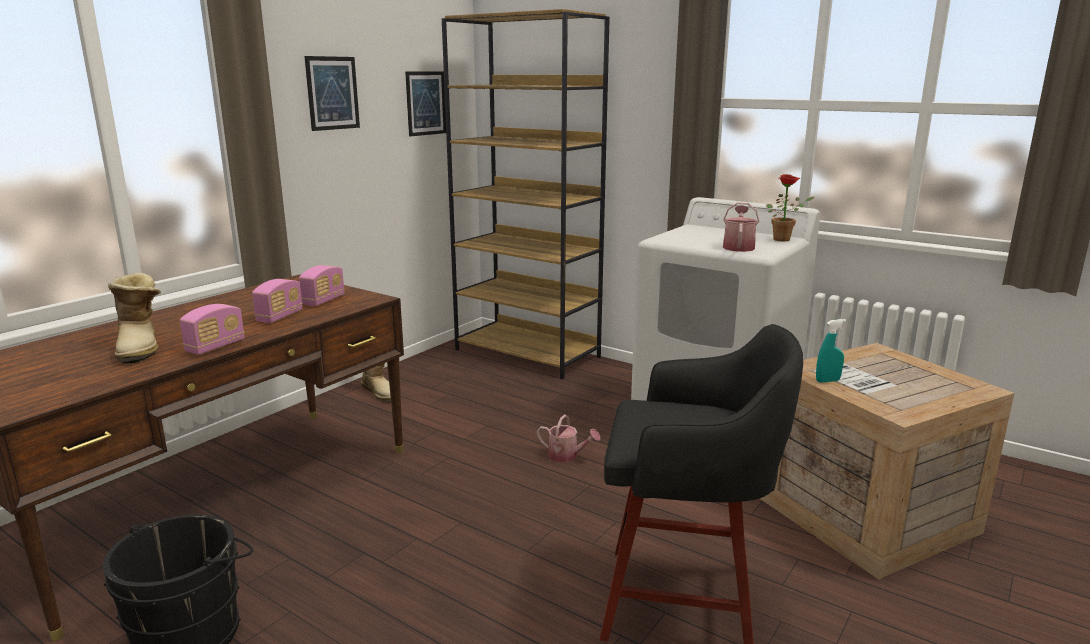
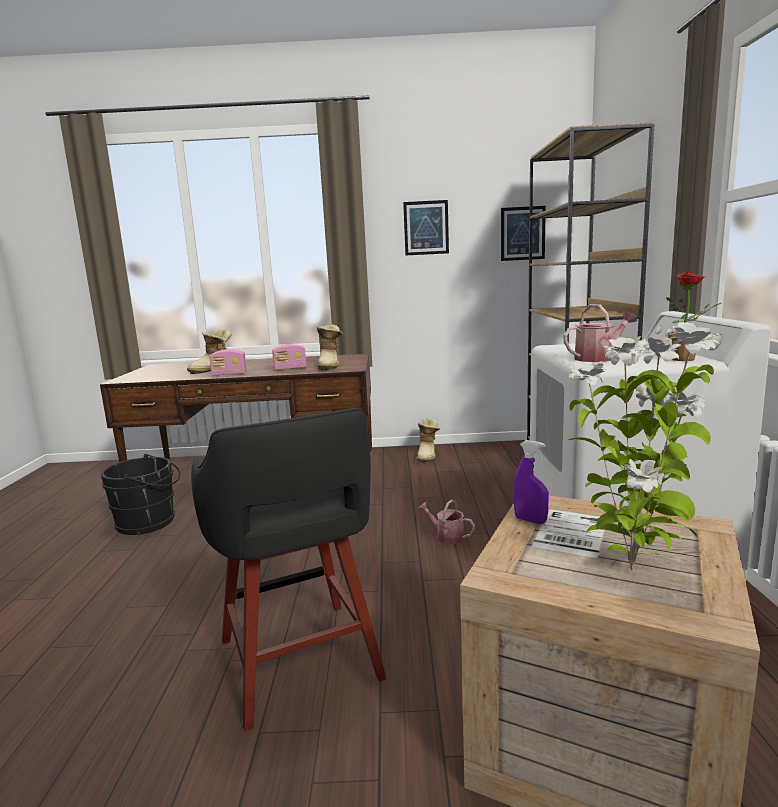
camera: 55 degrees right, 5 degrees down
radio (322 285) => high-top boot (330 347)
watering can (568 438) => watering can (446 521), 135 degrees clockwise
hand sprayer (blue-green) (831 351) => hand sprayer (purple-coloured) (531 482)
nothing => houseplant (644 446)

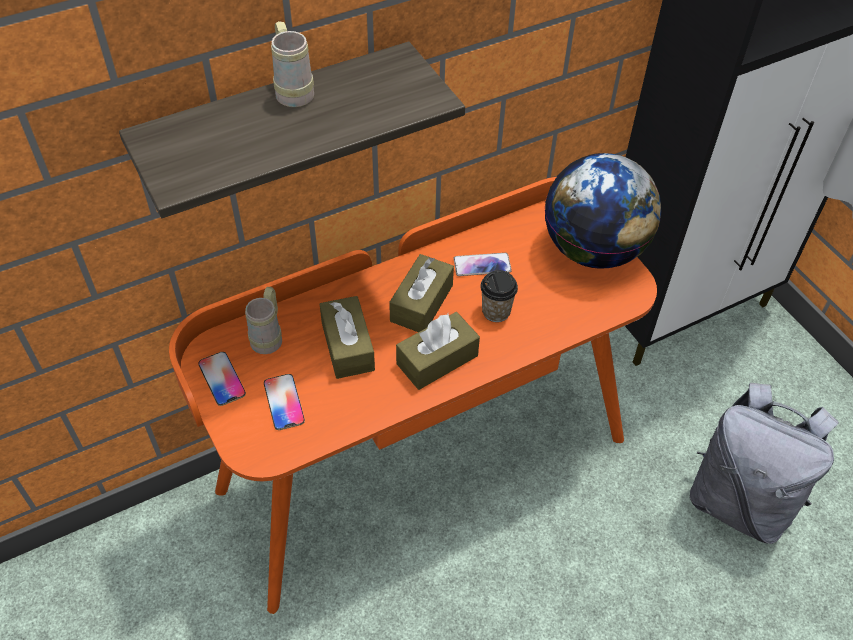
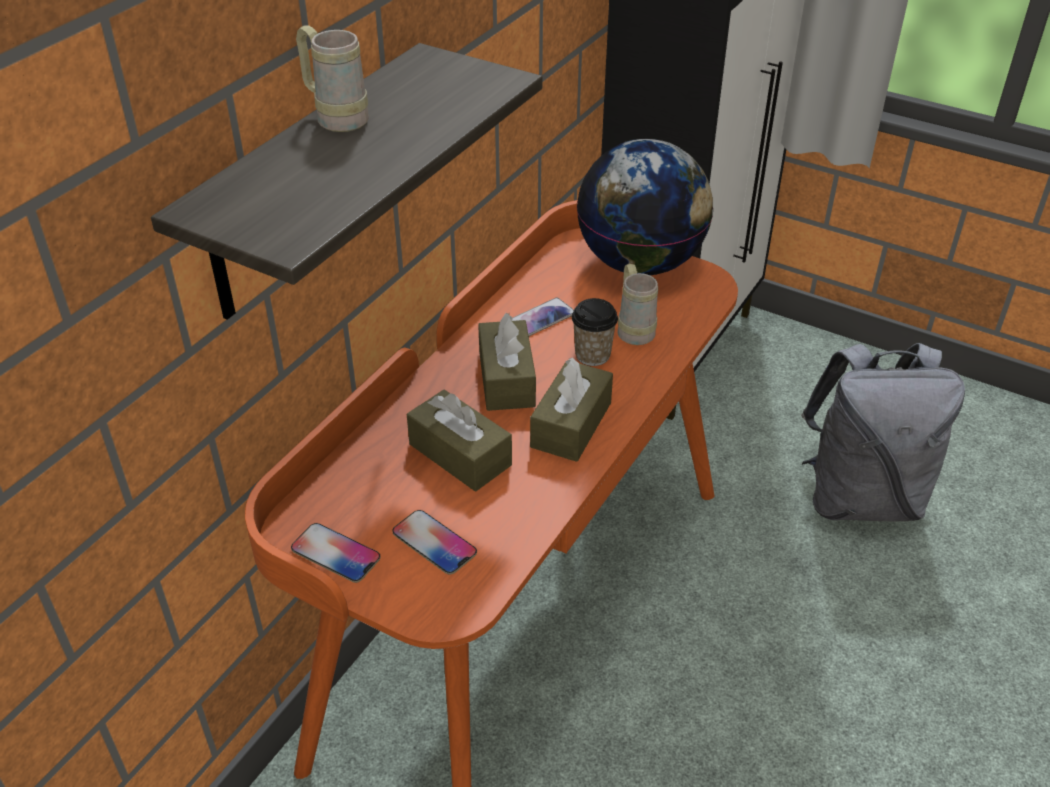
camera: 30 degrees left, 10 degrees down
tea mug (beige) (263 320) => tea mug (beige) (637 304), relocated

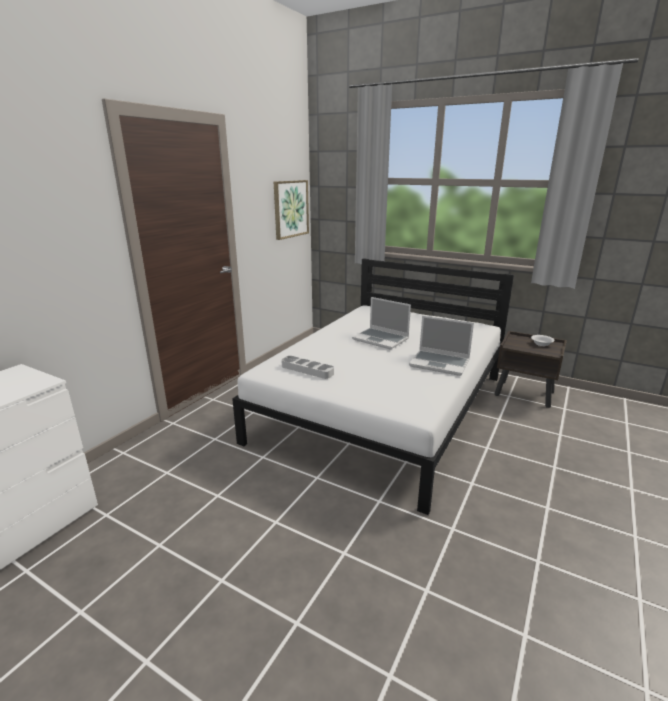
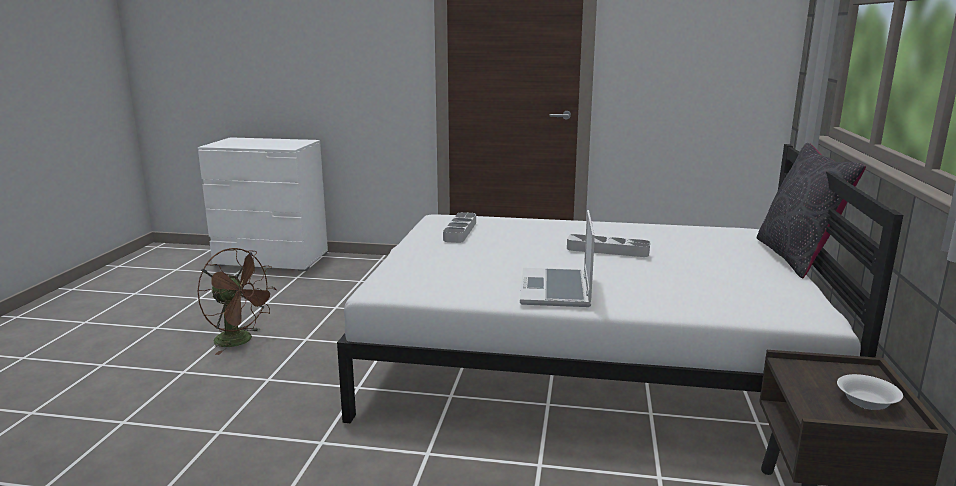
camera: 70 degrees right, 5 degrees down
wall picture (291 210) => nothing
notebook computer (381 323) => tray (greyish) (608 245)
nothing => cooling fan (brown-coloured) (236 301)
nothing => pillow (black) (811 211)

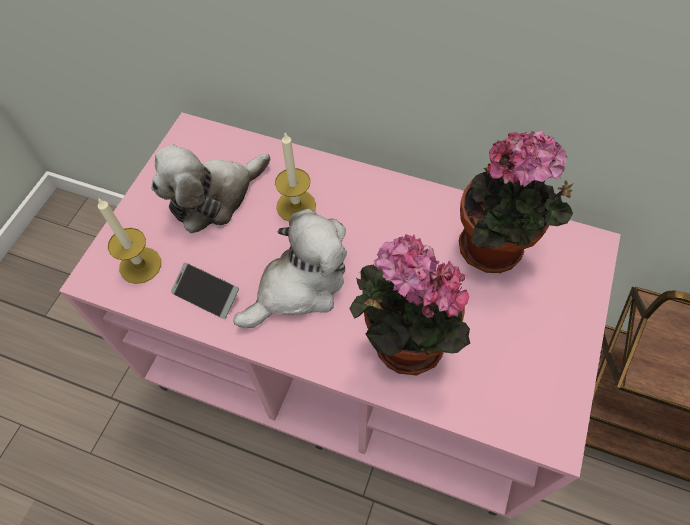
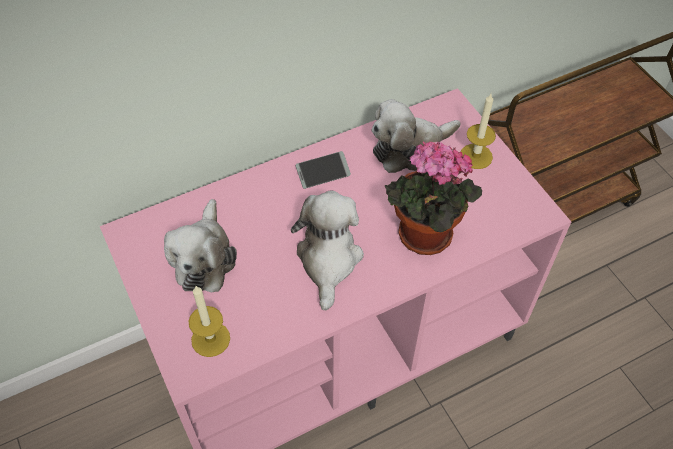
camera: 50 degrees left, 5 degrees down
telephone (205 291) => telephone (323 170), relocated
candle (295 176) => candle (478 131), relocated
houseplant (516 202) => plush toy (416 136)

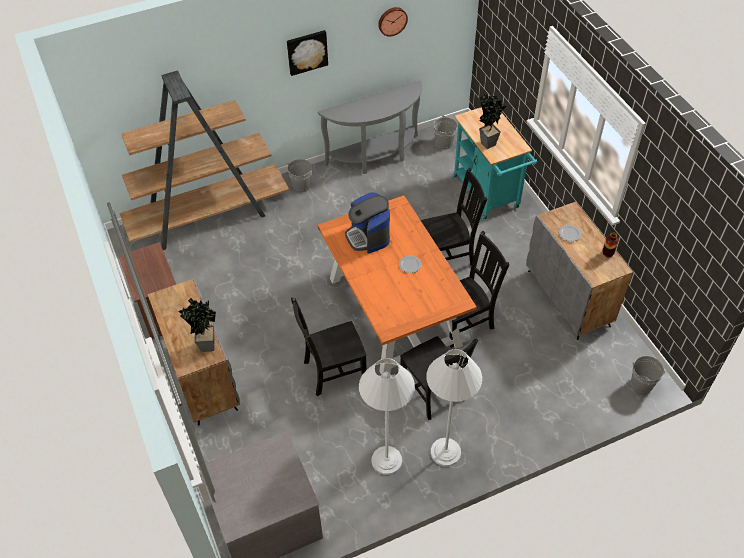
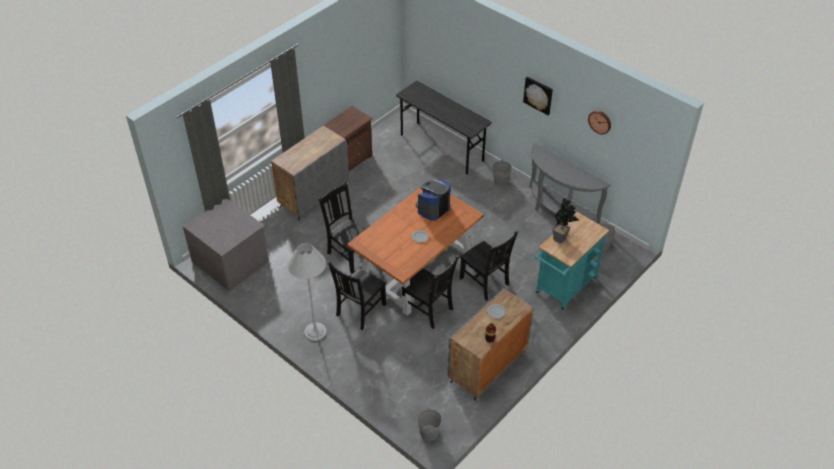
camera: 65 degrees right, 5 degrees down
shelving unit (brown-coloured) (204 160) => desk (greyish) (444 128)
houseplant (197 325) => nothing
standing lamp (white) (387 416) => nothing

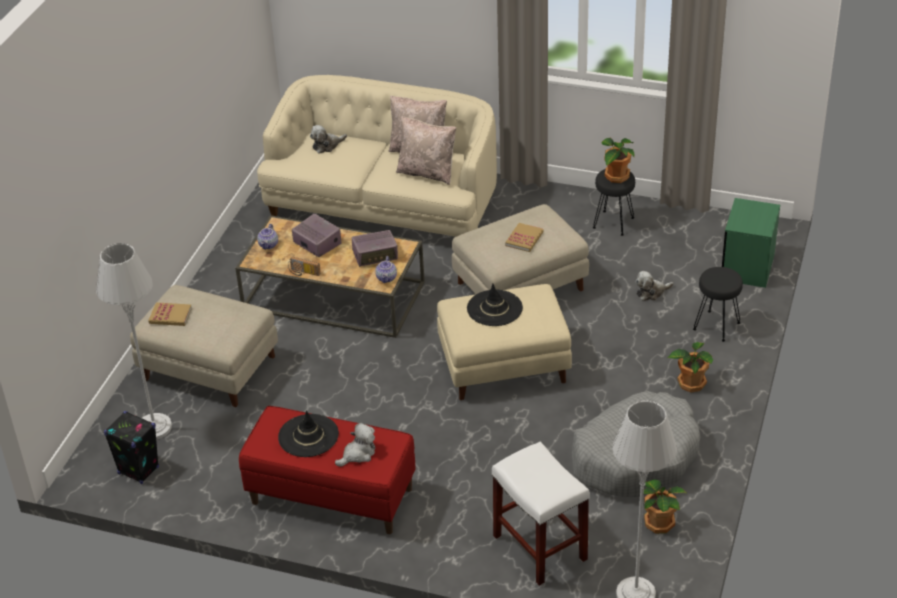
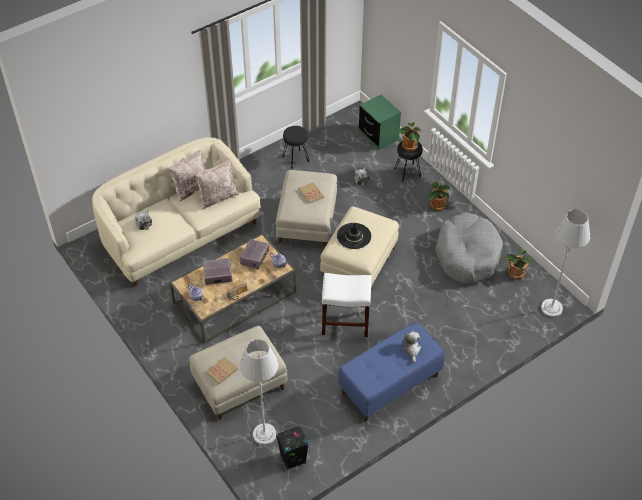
camera: 55 degrees left, 10 degrees up
bench (reddish) (327 470) => bench (bluish) (391 371)
clothing hat (black) (308 433) => nothing
sitting stool (white) (541 514) => sitting stool (white) (346 305), relocated
houseplant (618 160) => houseplant (409 136), relocated

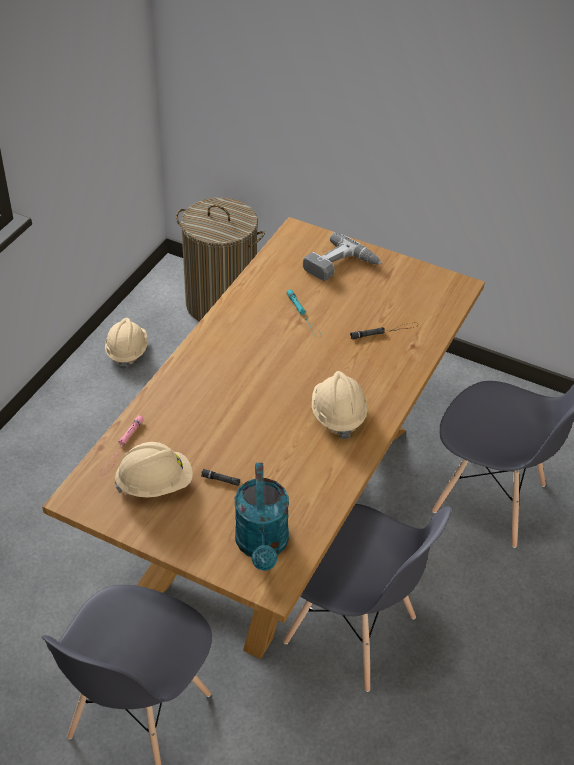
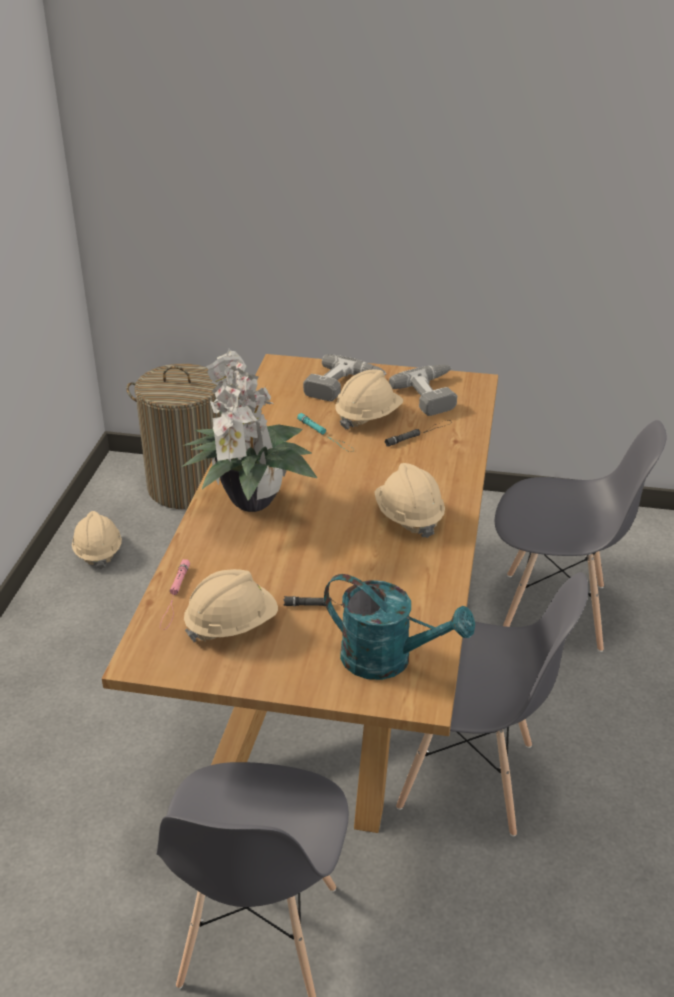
camera: 15 degrees left, 10 degrees down
watering can (blue-green) (262 517) => watering can (blue-green) (399 627), 45 degrees counterclockwise
nothing => houseplant (249 430)
nothing => hard hat (beige) (369 399)
nothing => power drill (423 390)

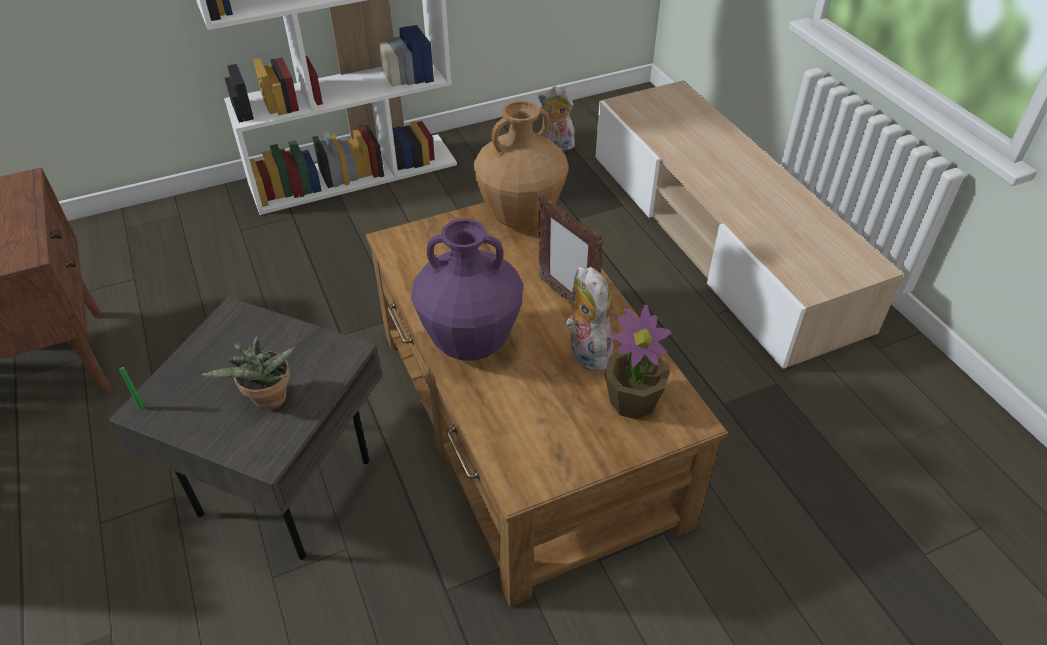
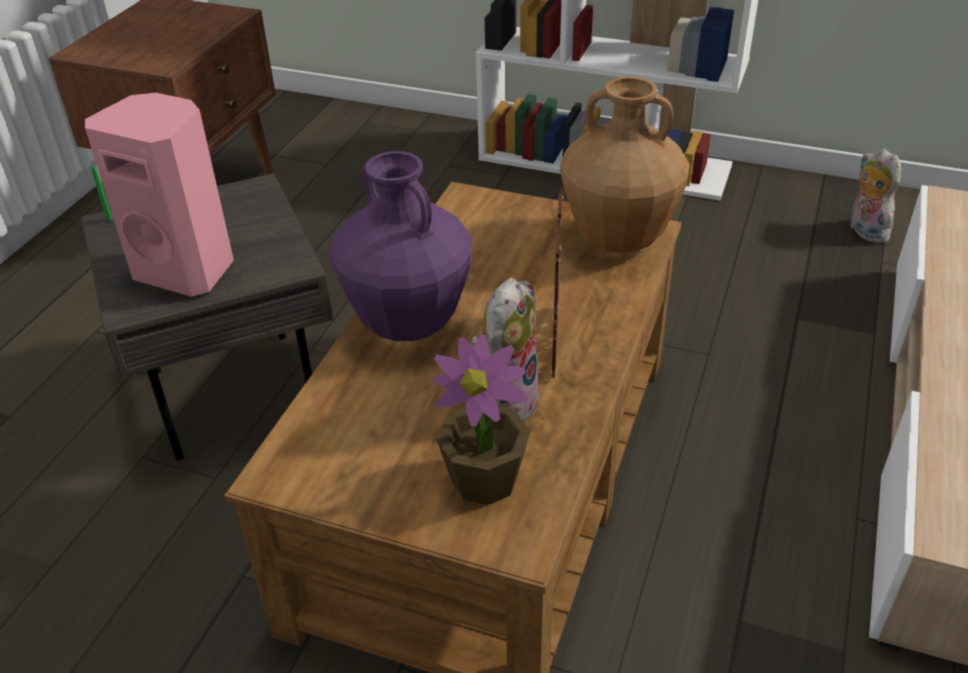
camera: 45 degrees right, 5 degrees down
houseplant (248 373) => loudspeaker (pinkish) (159 195)

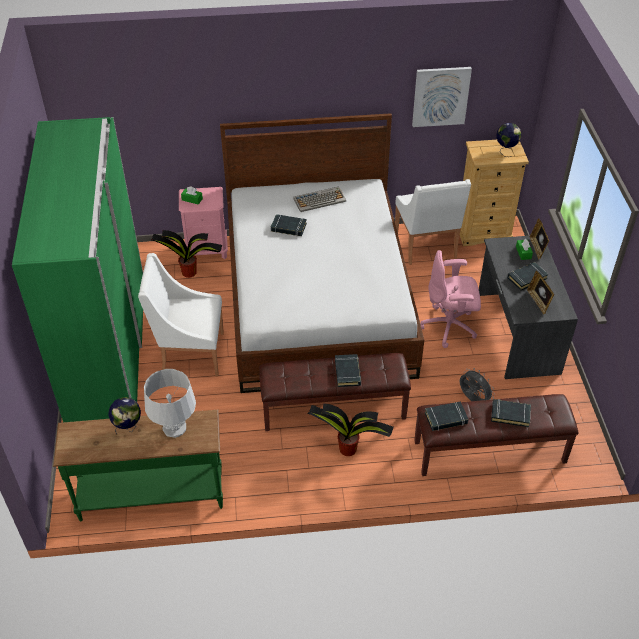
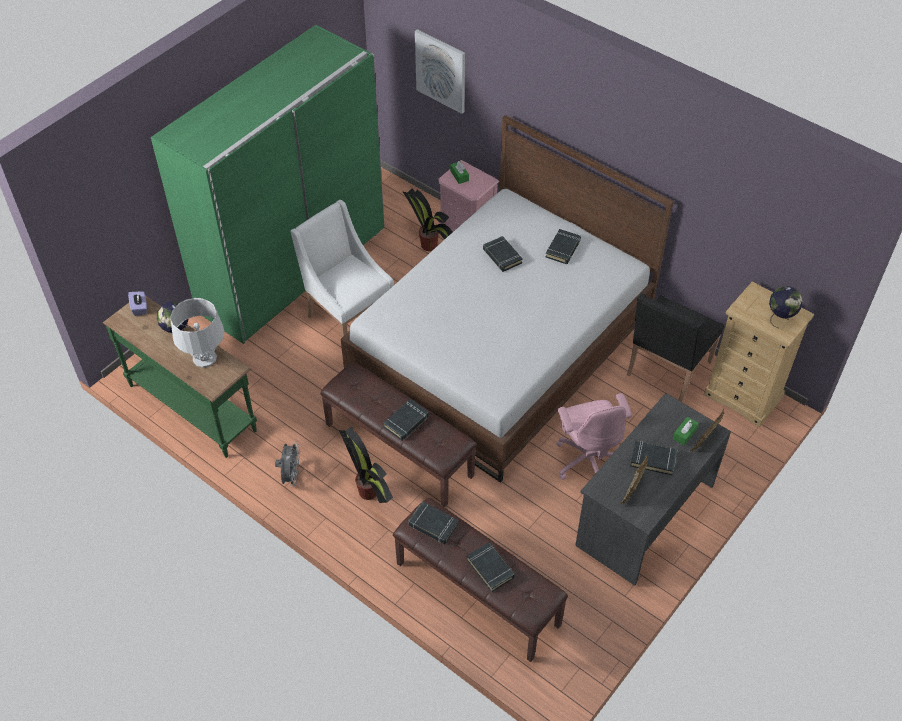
camera: 45 degrees right, 5 degrees up
PC keyboard (319 199) => volume (black) (563 246)
armchair (white) (433 222) => armchair (black) (675 347)
wall picture (442 97) => wall picture (440 71), relocated
computer chair (pinkish) (450 299) => computer chair (pinkish) (594 436), 150 degrees counterclockwise
cooling fan (greyish) (477 384) => cooling fan (greyish) (287 464), relocated
nothing => box of tissues (purple-coloured) (137 304)

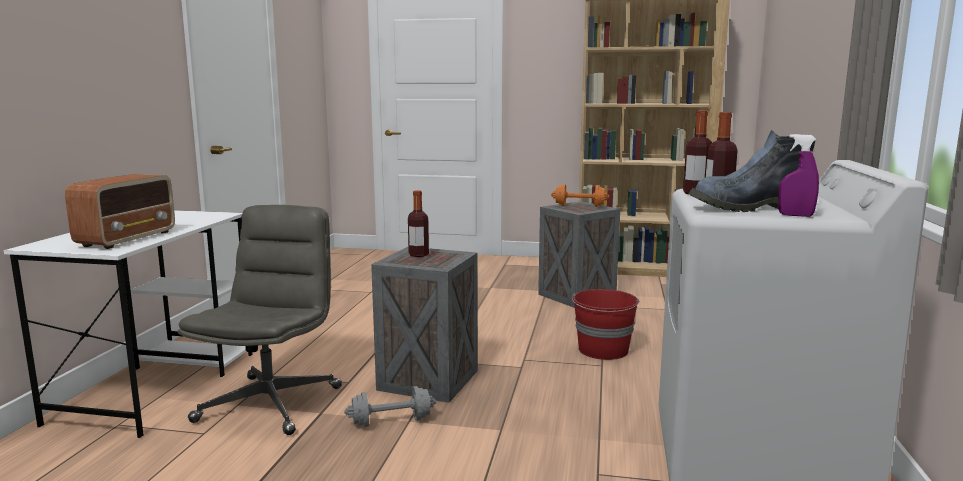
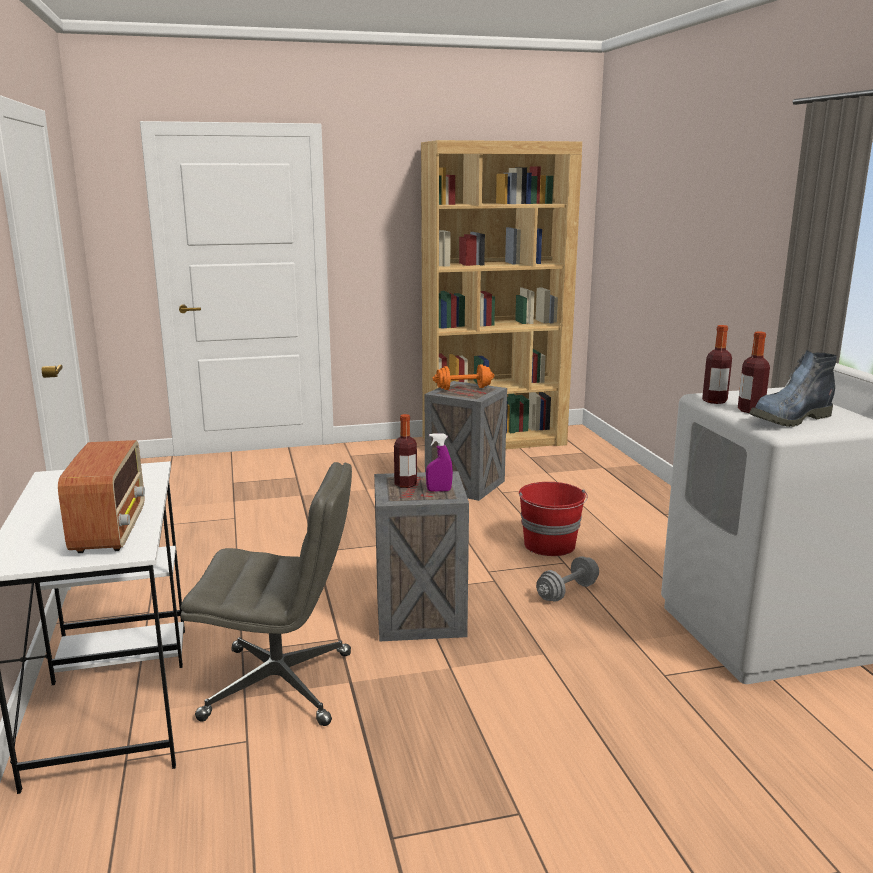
camera: 25 degrees left, 5 degrees up
computer chair (greyish) (260 320) => computer chair (greyish) (266 594), 105 degrees clockwise
hand weight (greyish) (390 406) => hand weight (greyish) (567 579), relocated
hand sprayer (purple-coloured) (798 175) => hand sprayer (purple-coloured) (439 462), relocated

